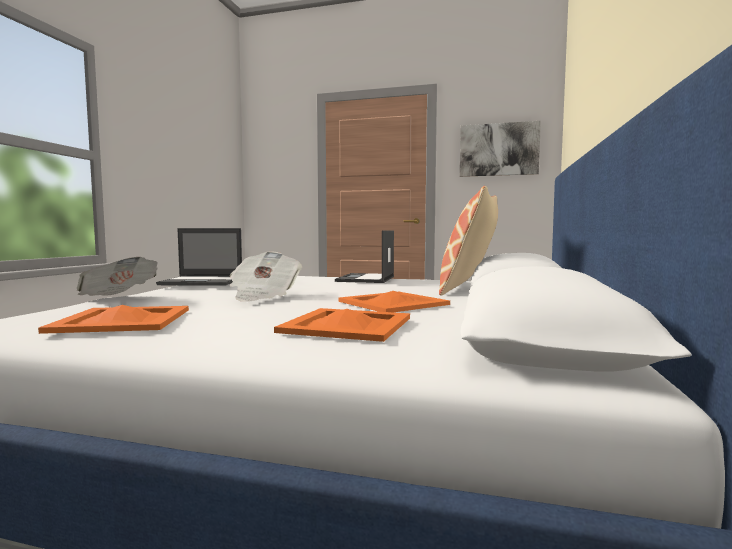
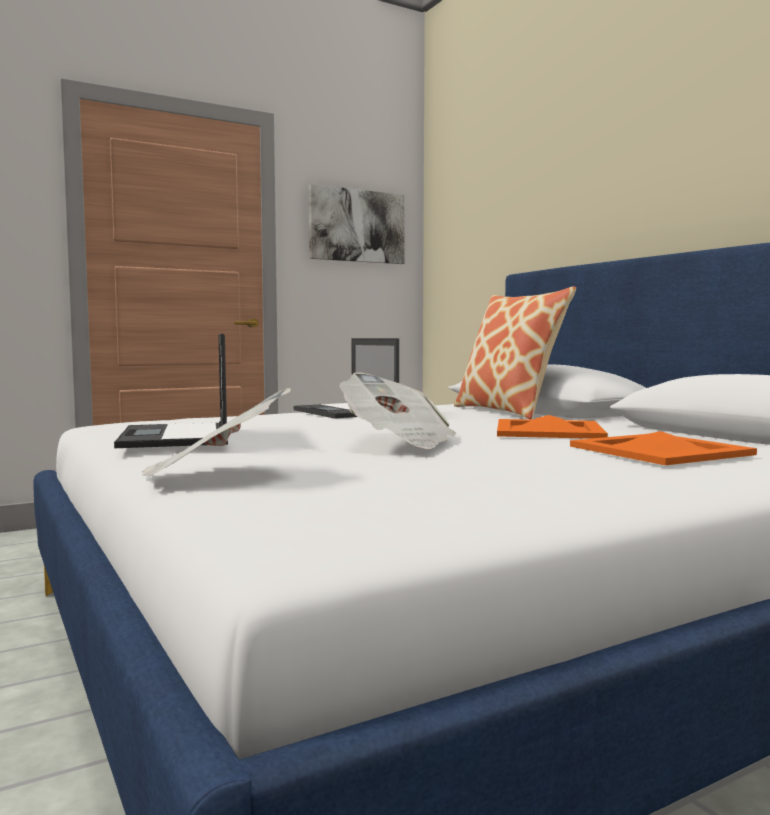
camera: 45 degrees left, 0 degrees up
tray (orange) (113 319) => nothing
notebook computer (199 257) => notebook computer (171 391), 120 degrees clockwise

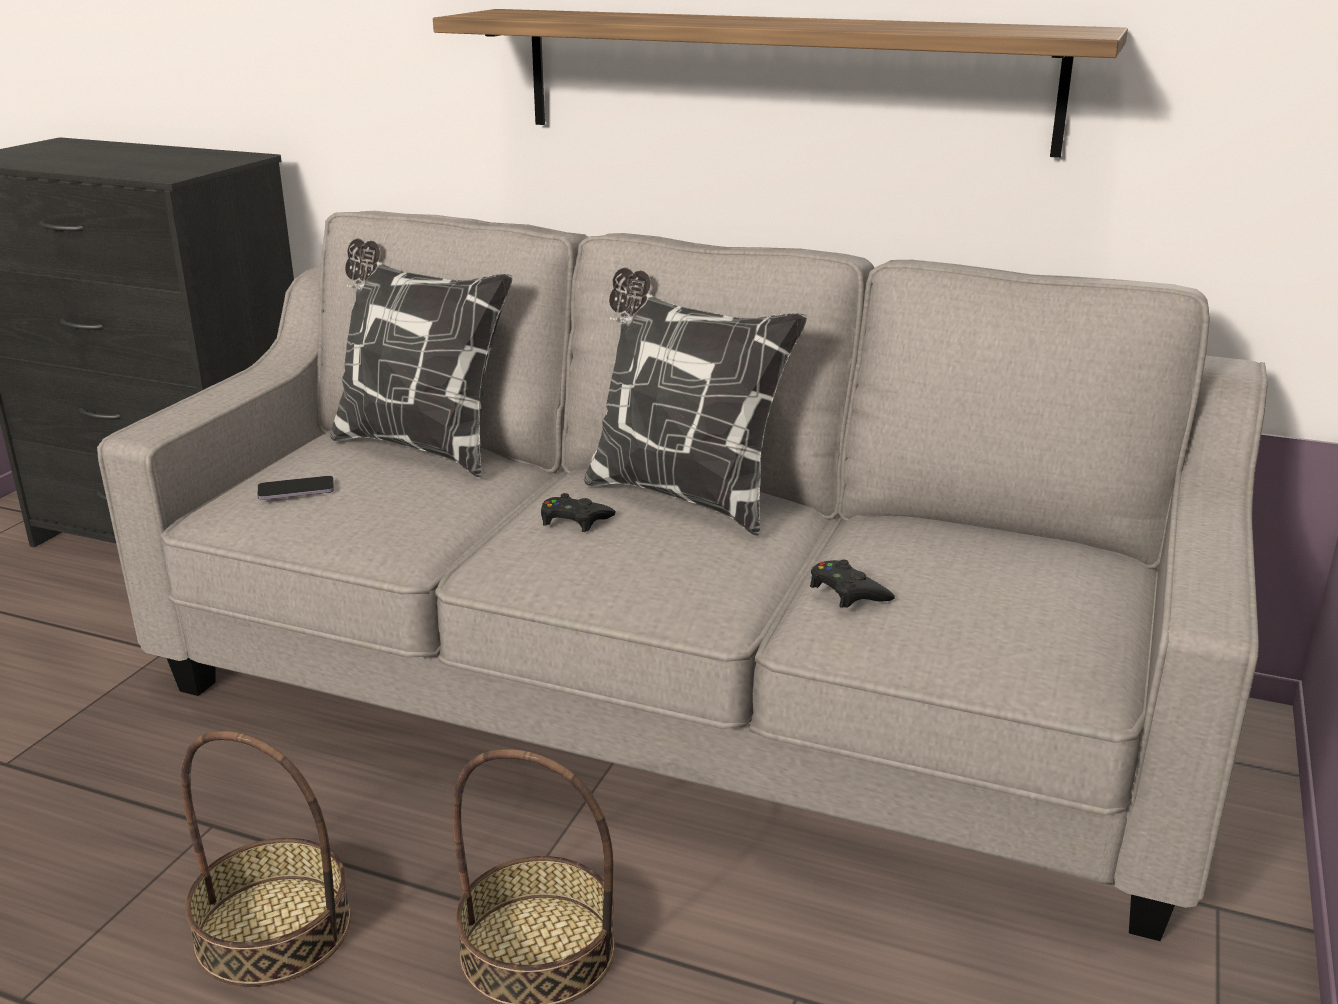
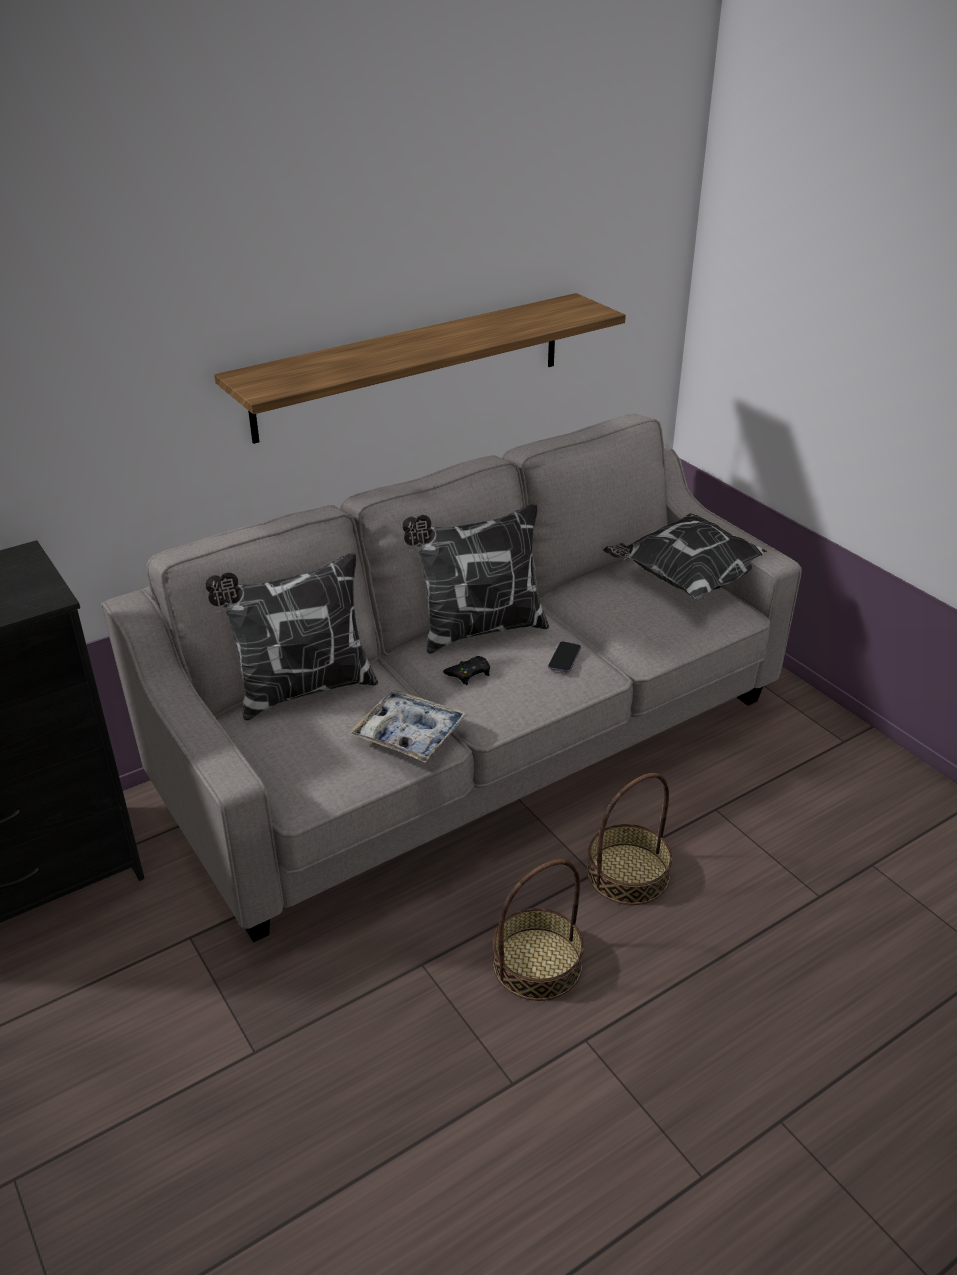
camera: 55 degrees left, 10 degrees up
telephone (295 488) => telephone (564 656), relocated
gamepad (black) (852 584) => nothing
nothing => tray (408 726)
nothing => pillow (685 557)

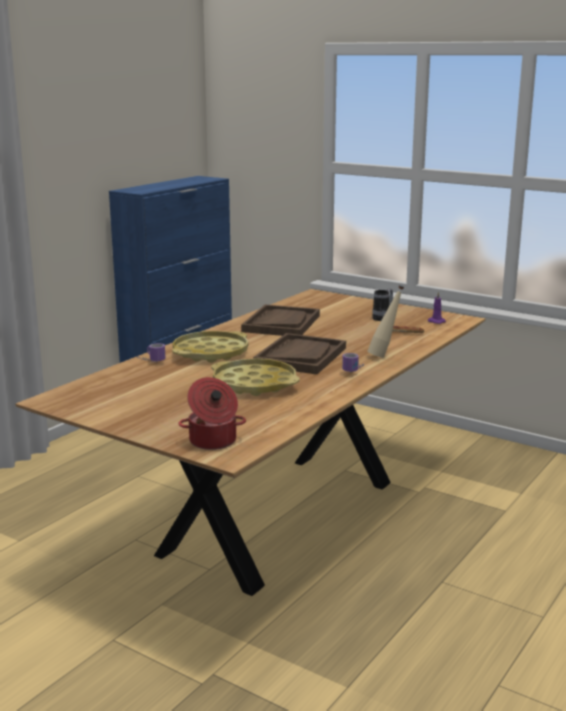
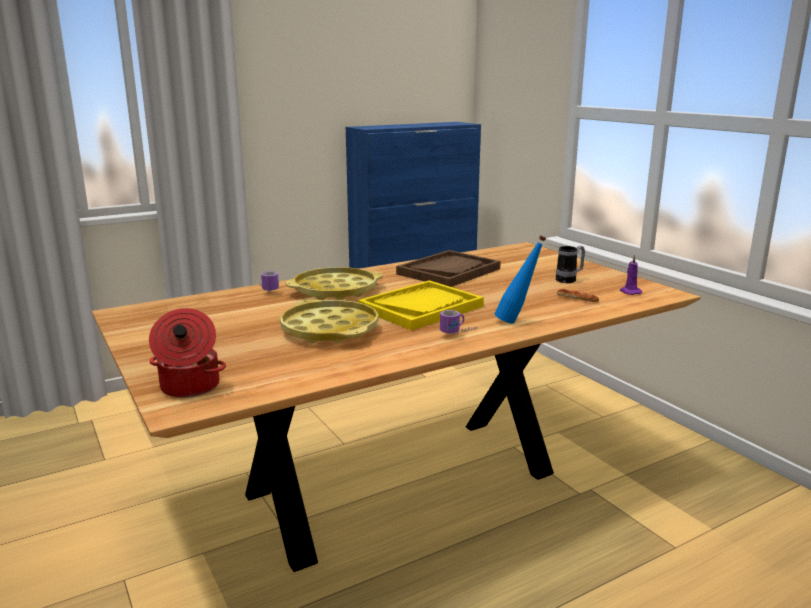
camera: 25 degrees right, 0 degrees up
tray (brown-coloured) (299 353) => tray (yellow) (421 305)
drink bottle (beige) (385 321) => drink bottle (bluish) (520 279)

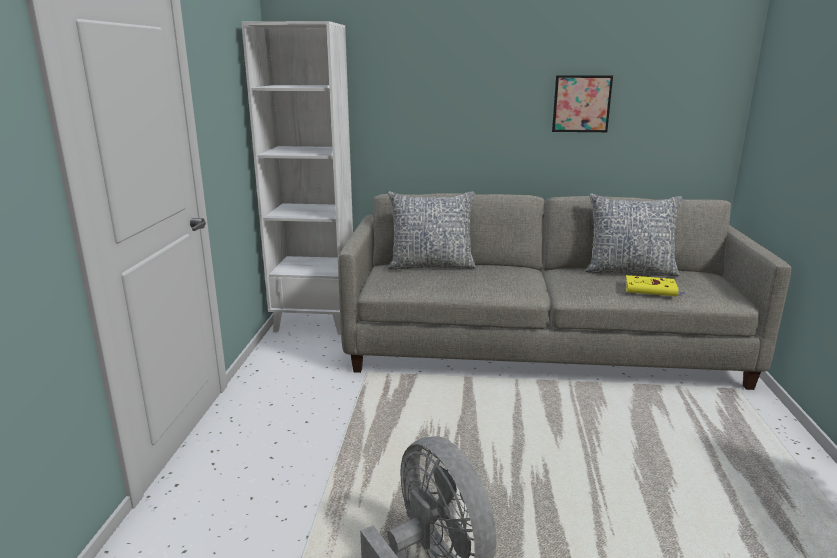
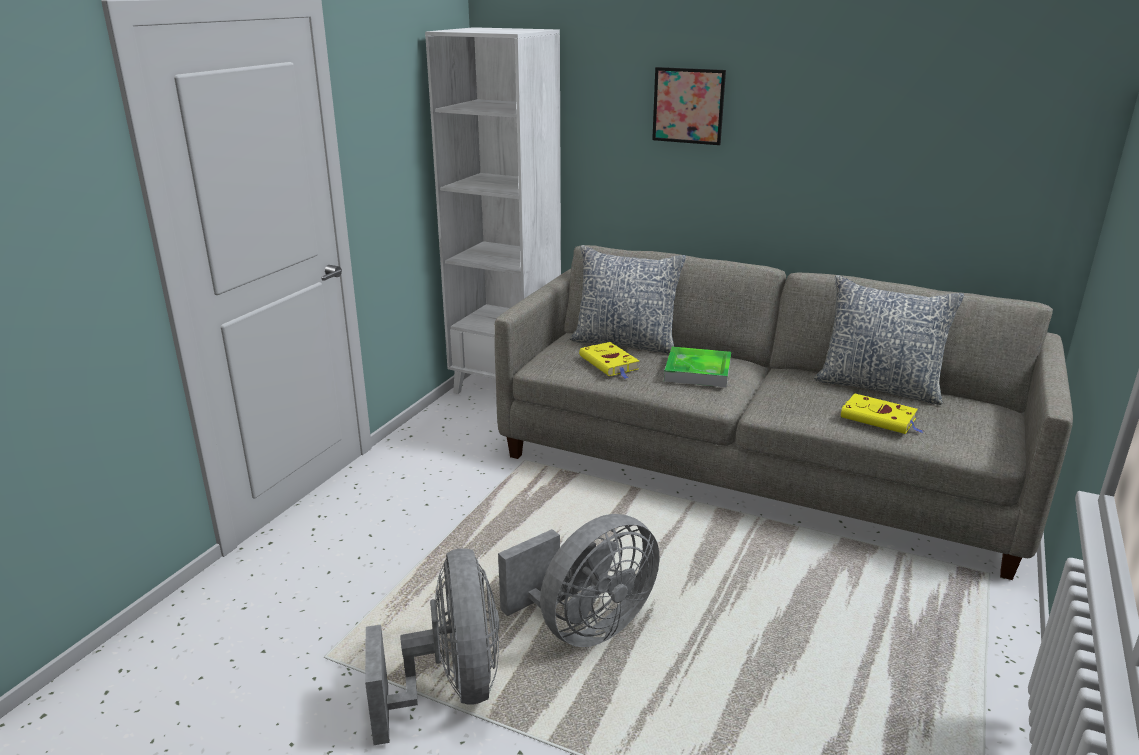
camera: 20 degrees right, 5 degrees up
wall picture (582 103) => wall picture (689 106), relocated
nothing => cooling fan (greyish) (578 580)
nothing => volume (yellow) (609 360)
nothing => tray (697 367)

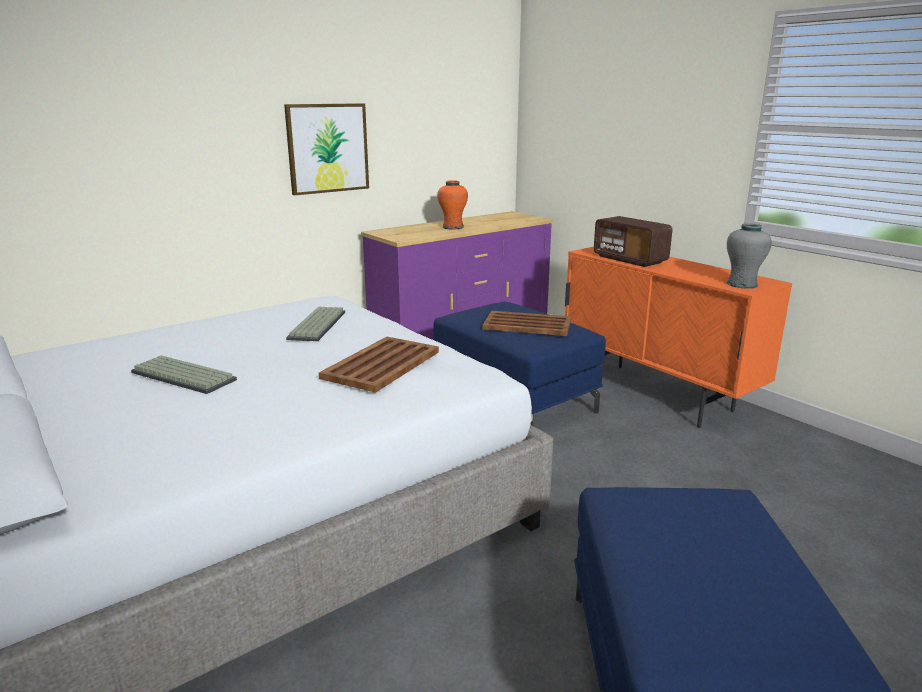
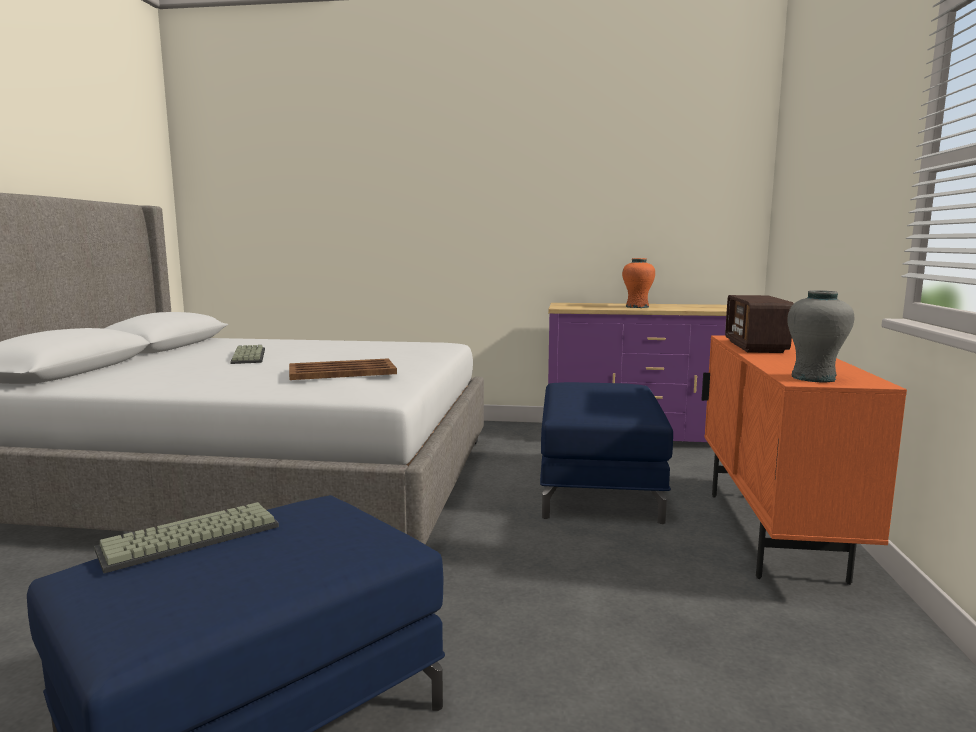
camera: 45 degrees right, 10 degrees down
wall picture (326 149) => nothing
PC keyboard (315 324) => PC keyboard (186 537), relocated
tray (brown-coloured) (526 323) => nothing

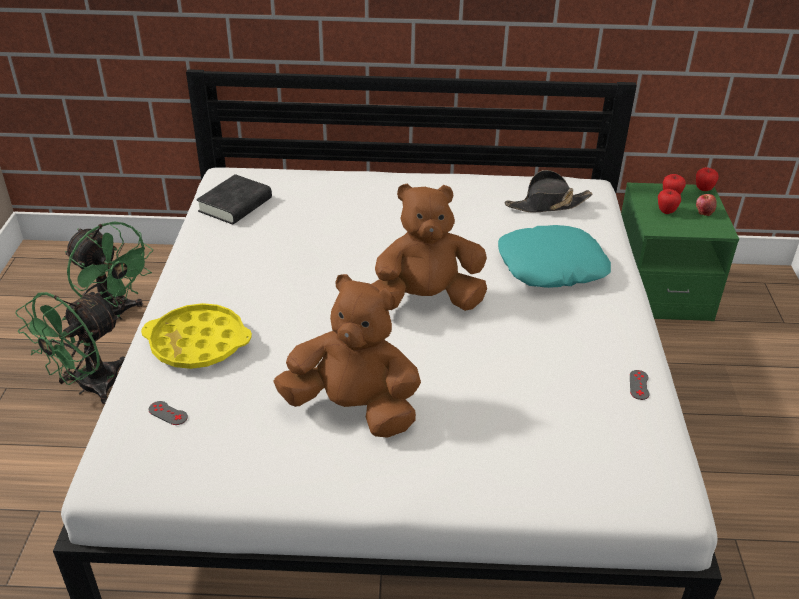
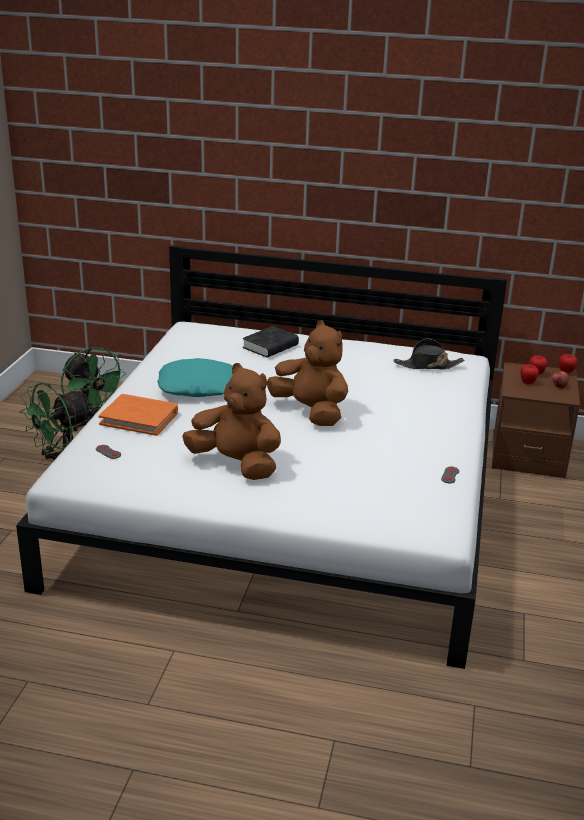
camera: 10 degrees right, 10 degrees down
tray (yellow) (196 336) => volume (orange) (138 415)
volume (black) (234 199) => volume (black) (270 342), relocated
plush toy (brown-coloured) (429 247) => plush toy (brown-coloured) (307 373), 45 degrees clockwise
pillow (blue-green) (554 256) => pillow (blue-green) (195 377), relocated
bedside table (green) (680 252) => bedside table (brown-coloured) (536 420)

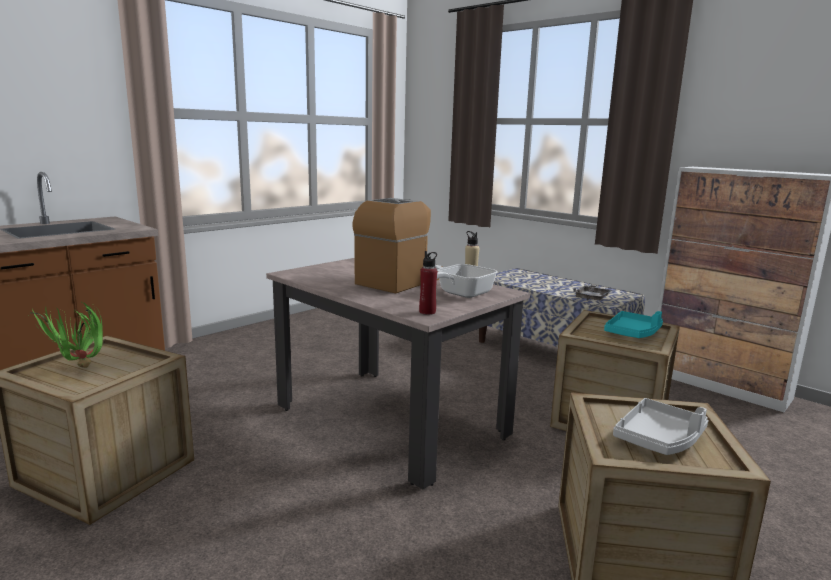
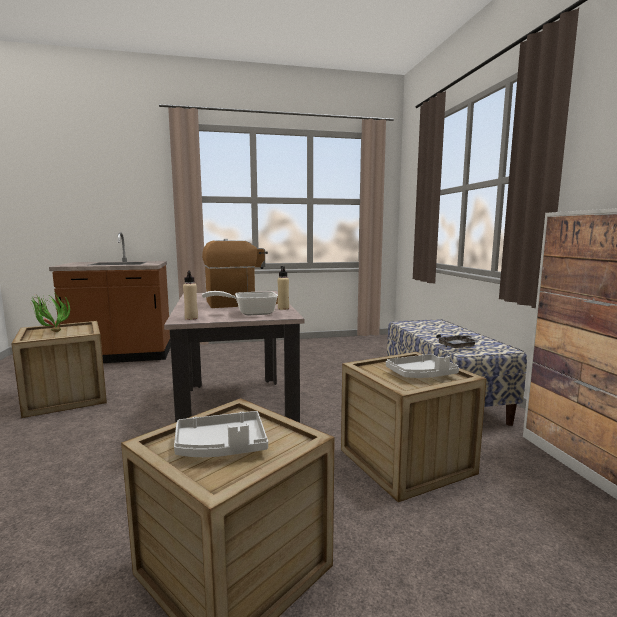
camera: 35 degrees right, 5 degrees down
drink bottle (reddish) (428 283) => drink bottle (beige) (190 295)
tray (blue-green) (633 324) => tray (greyish) (422 366)

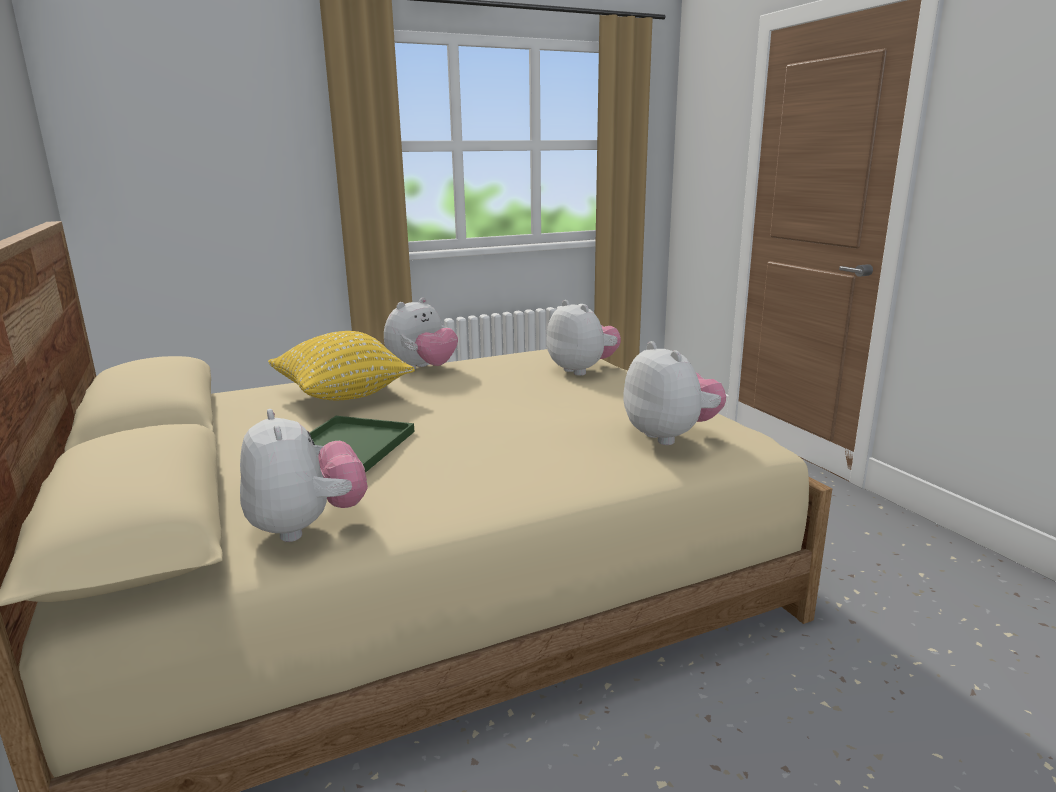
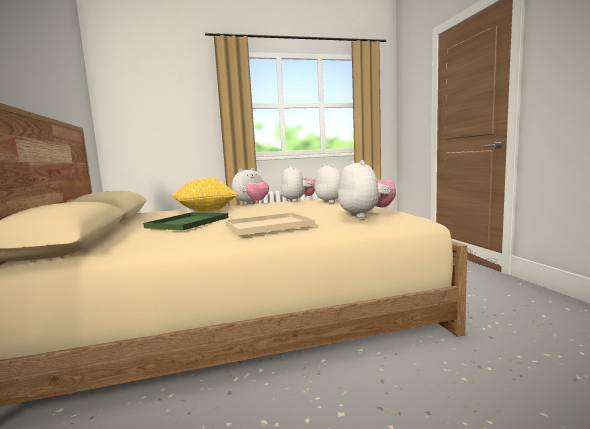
camera: 10 degrees right, 10 degrees down
plush toy (304 475) => plush toy (298 184), relocated
nothing => tray (beige) (270 223)

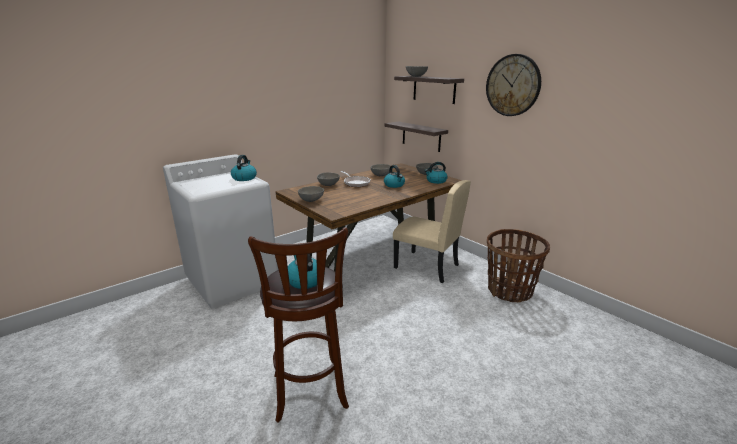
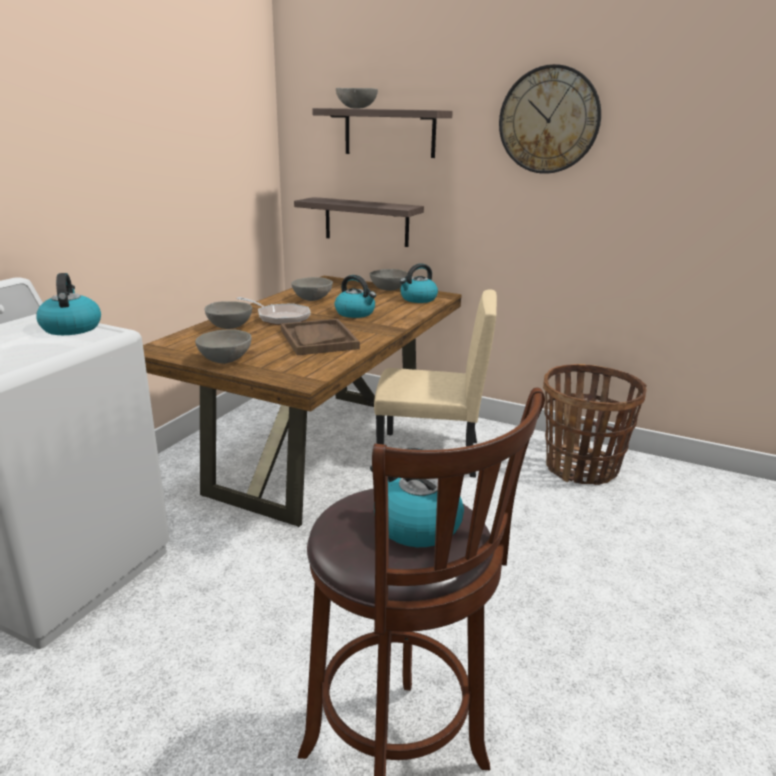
camera: 25 degrees left, 0 degrees up
nothing => tray (brown-coloured) (320 337)

